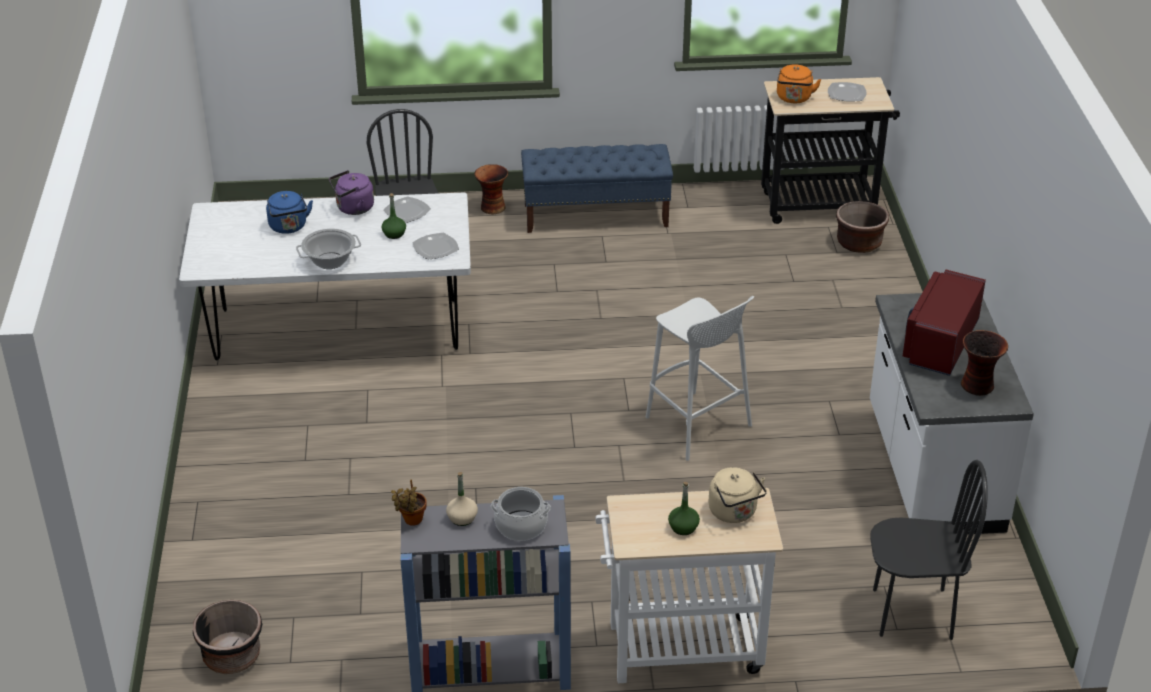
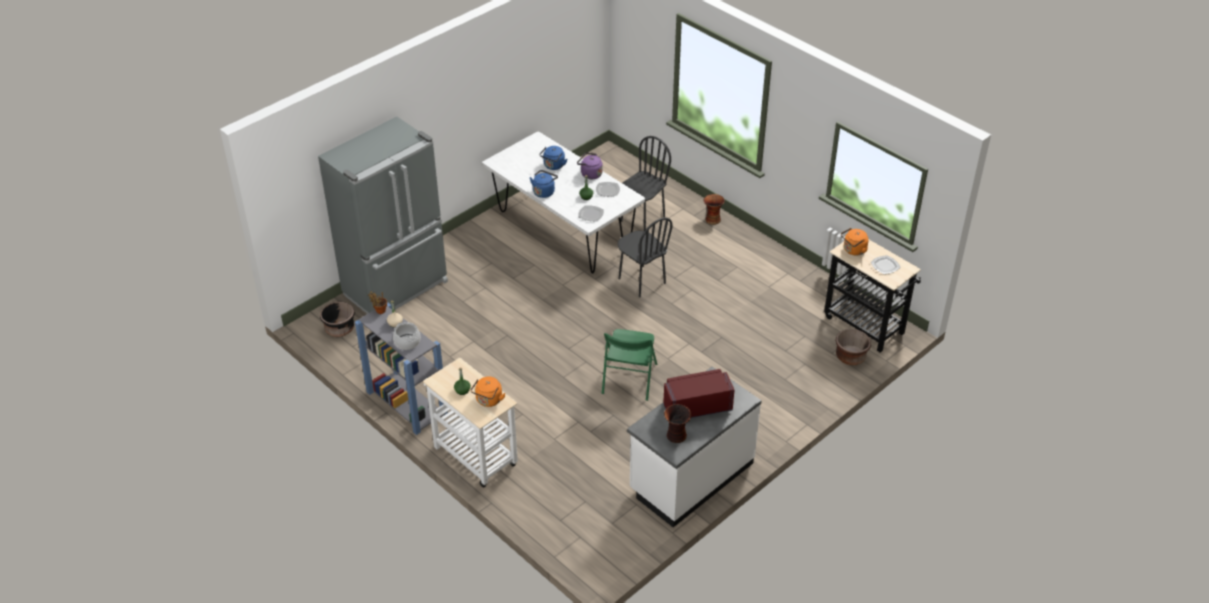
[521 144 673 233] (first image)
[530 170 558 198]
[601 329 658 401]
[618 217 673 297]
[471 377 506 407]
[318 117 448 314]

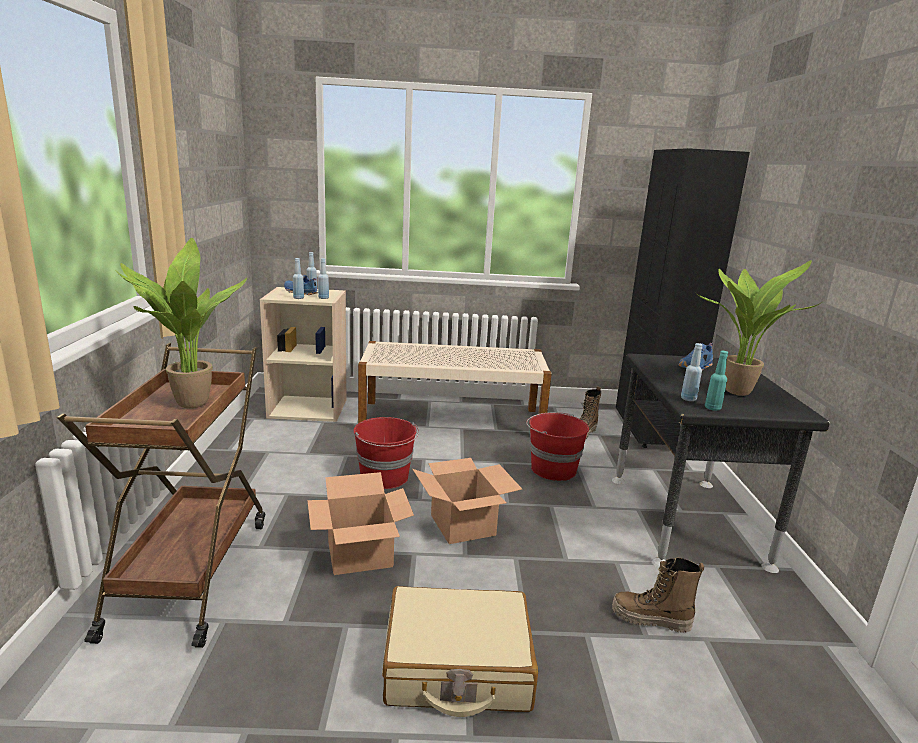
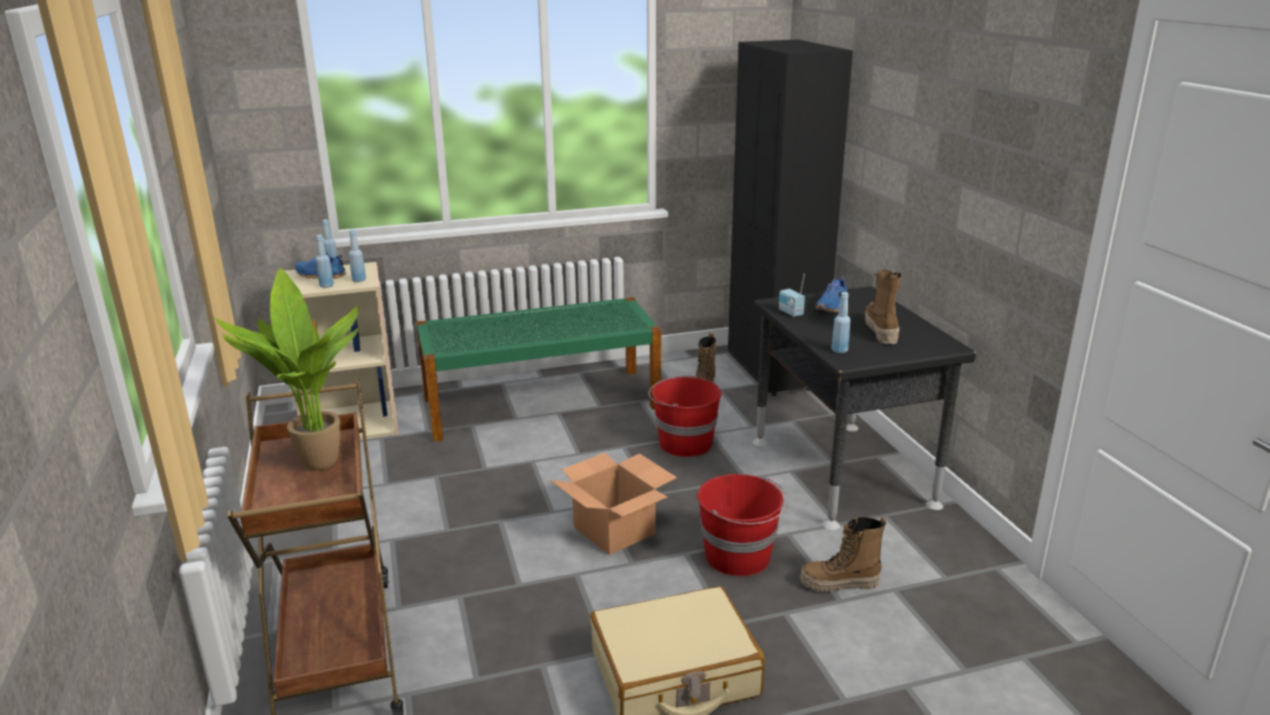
[865 270 902 344]
[416 297 661 442]
[705 351 728 411] (first image)
[697 474 788 576]
[307 472 414 575] (first image)
[779 273 805 317]

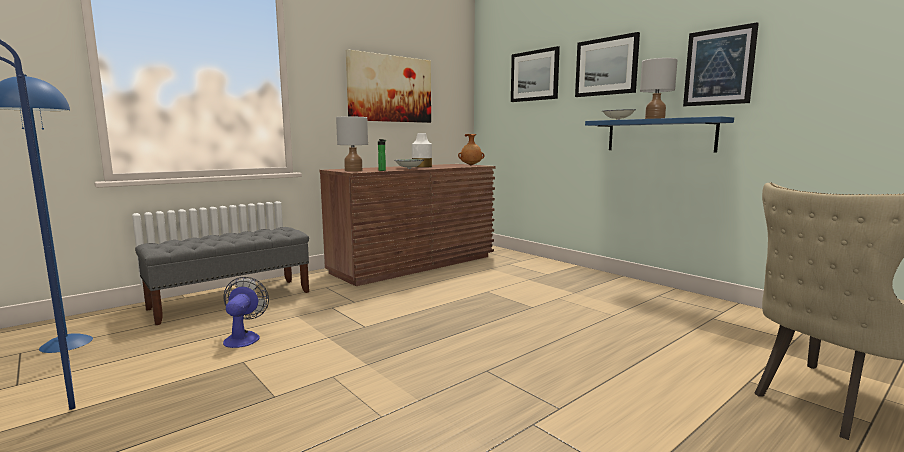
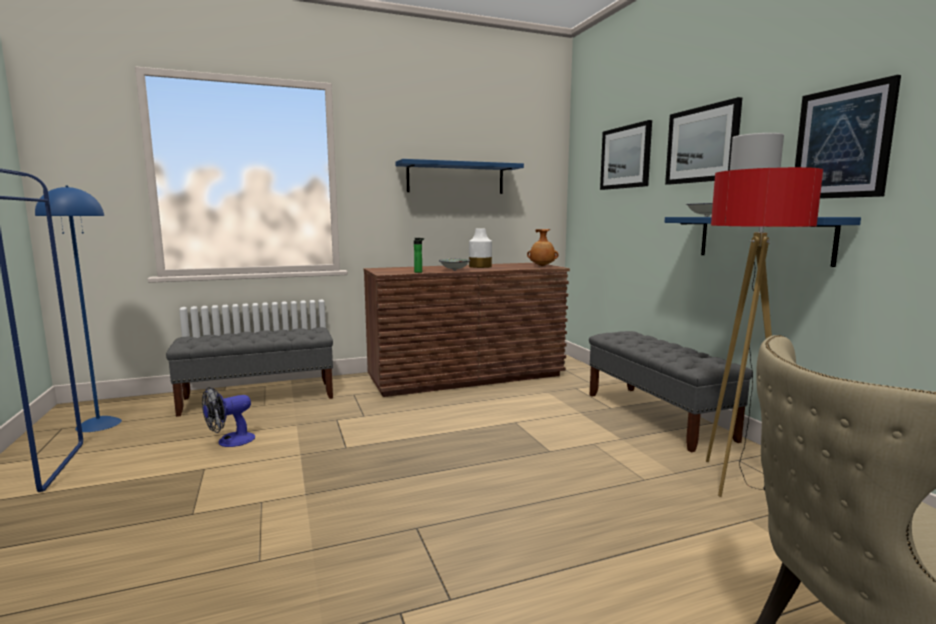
[395 159 524 194]
[336 116 368 171] (first image)
[202 387 255 447]
[706 167 823 497]
[589 331 752 452]

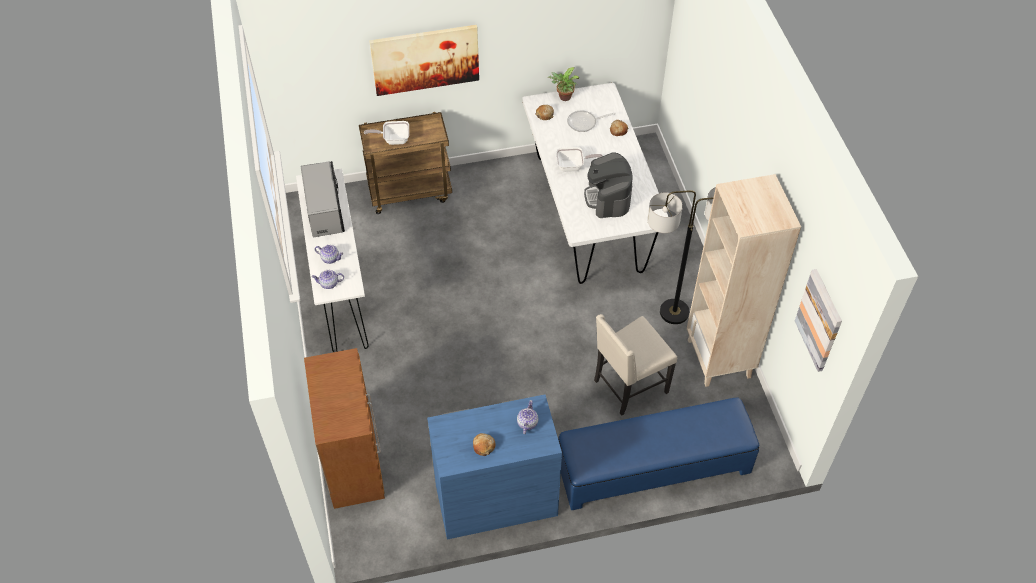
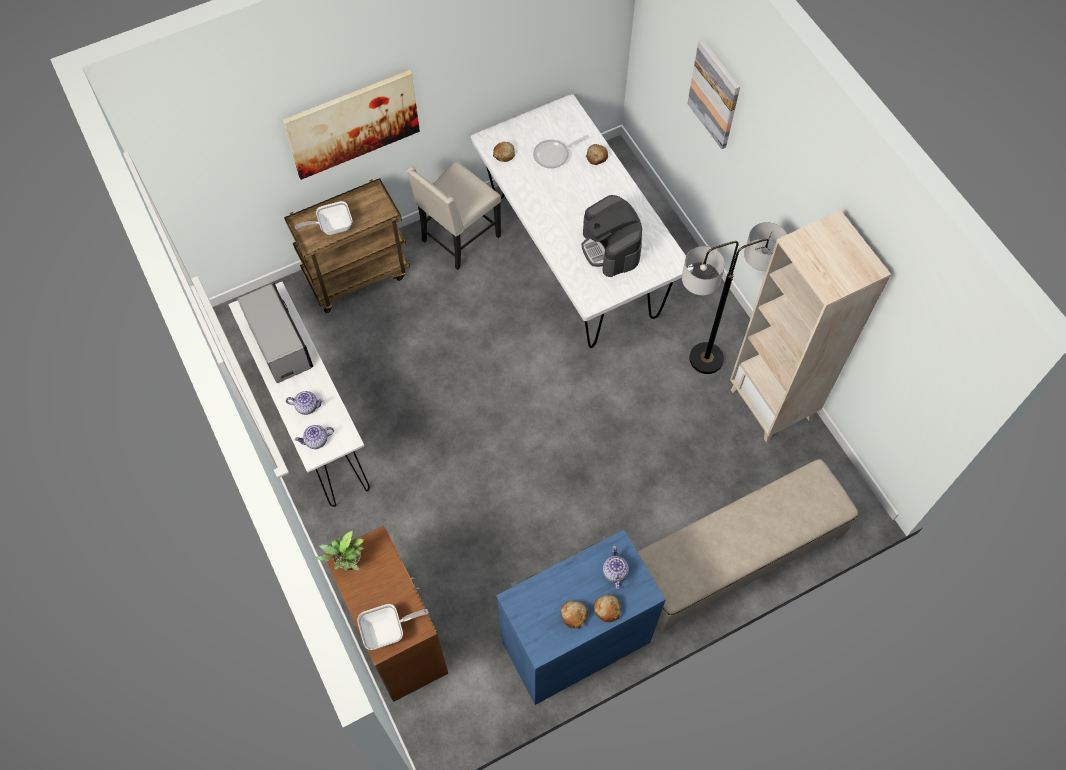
[315 530 364 572]
[357 604 429 650]
[687 40 740 149]
[406 161 501 270]
[638 459 858 632]
[593 595 621 622]

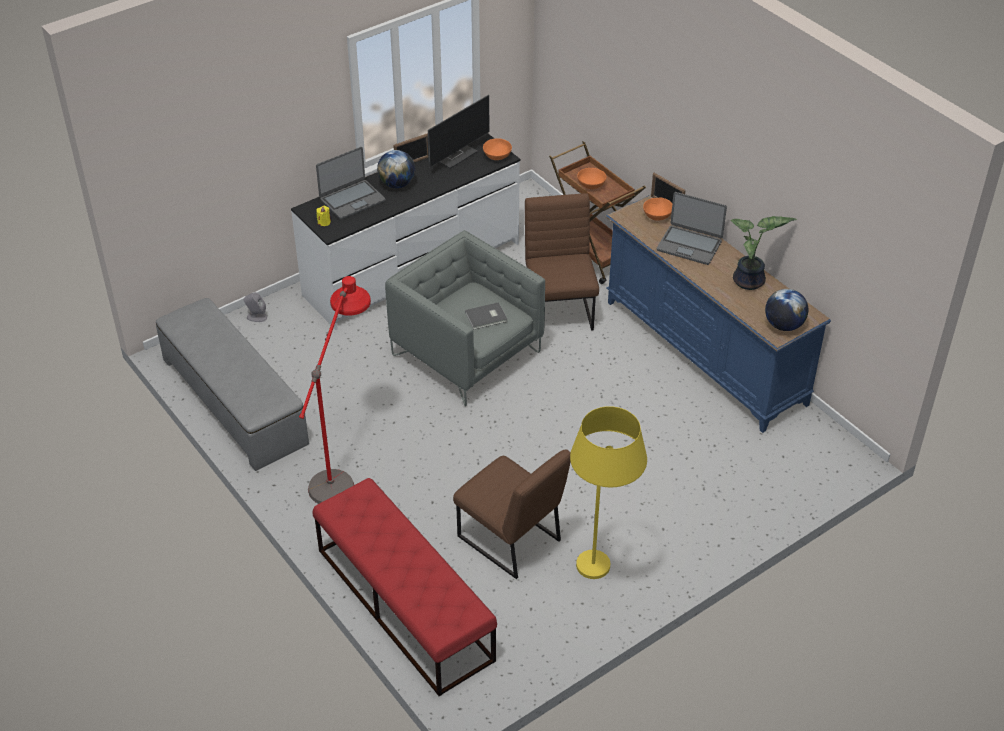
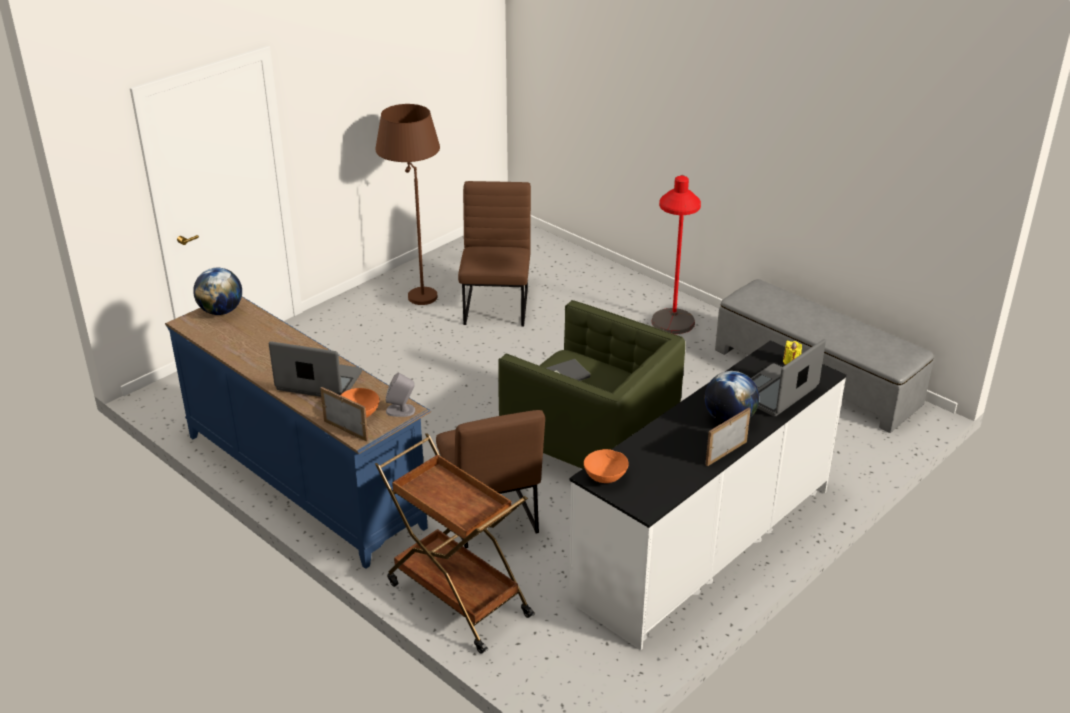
[428 95 489 168] (first image)
[577 168 606 189] (first image)
[730 216 797 290] (first image)
[498 300 685 469]
[386 373 415 417]
[375 104 440 305]
[458 181 531 327]
[313 478 497 696] (first image)

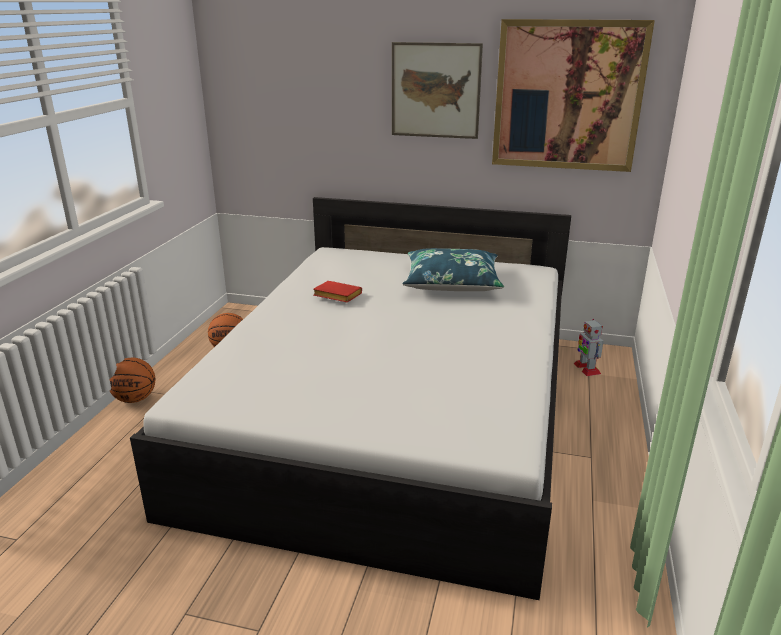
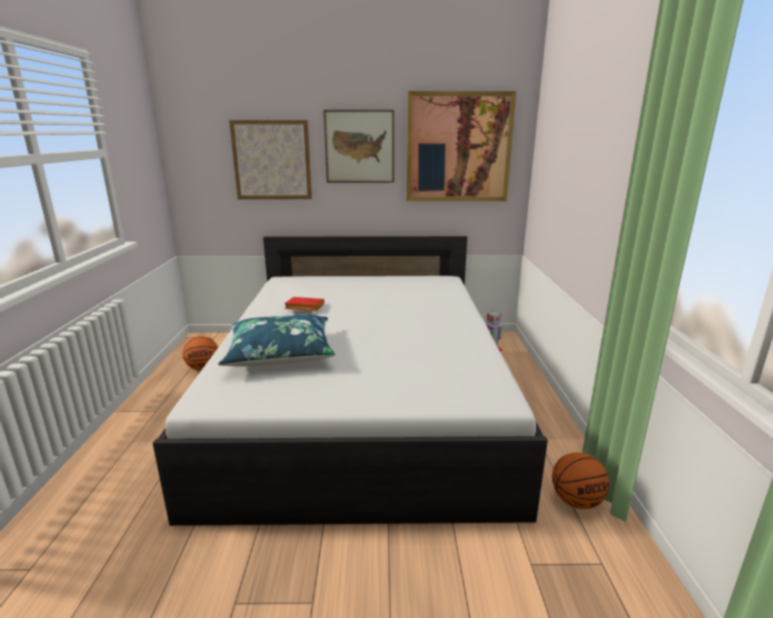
[218 315 335 367]
[552 452 610 509]
[229 118 312 199]

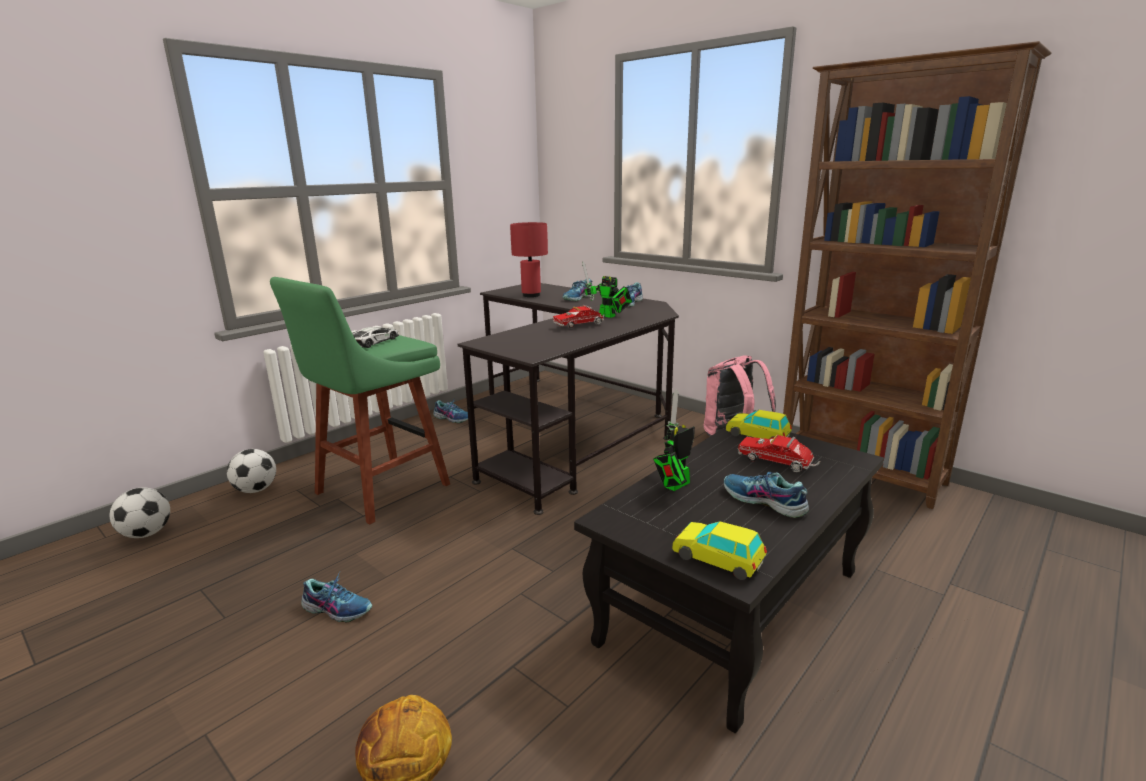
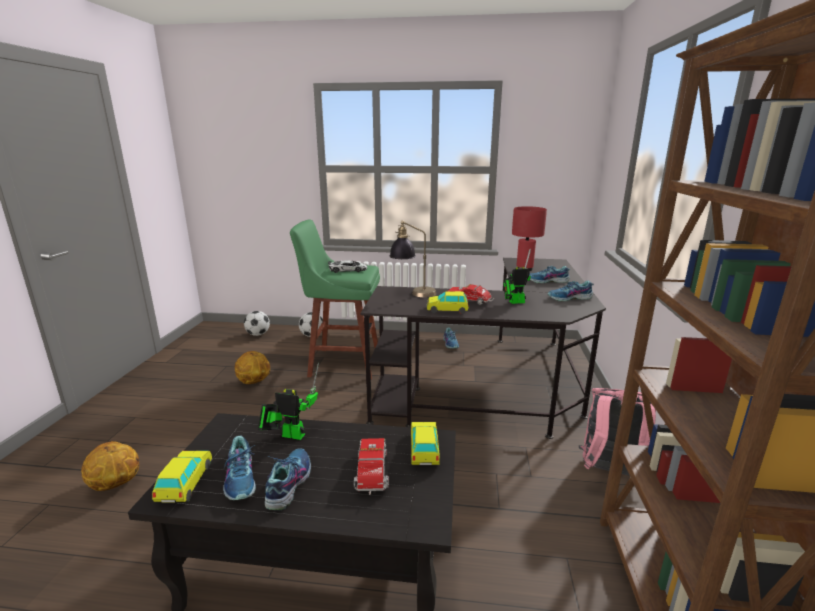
[503 249 531 304]
[223 436 256 500]
[390 220 437 297]
[427 291 469 314]
[235 351 270 384]

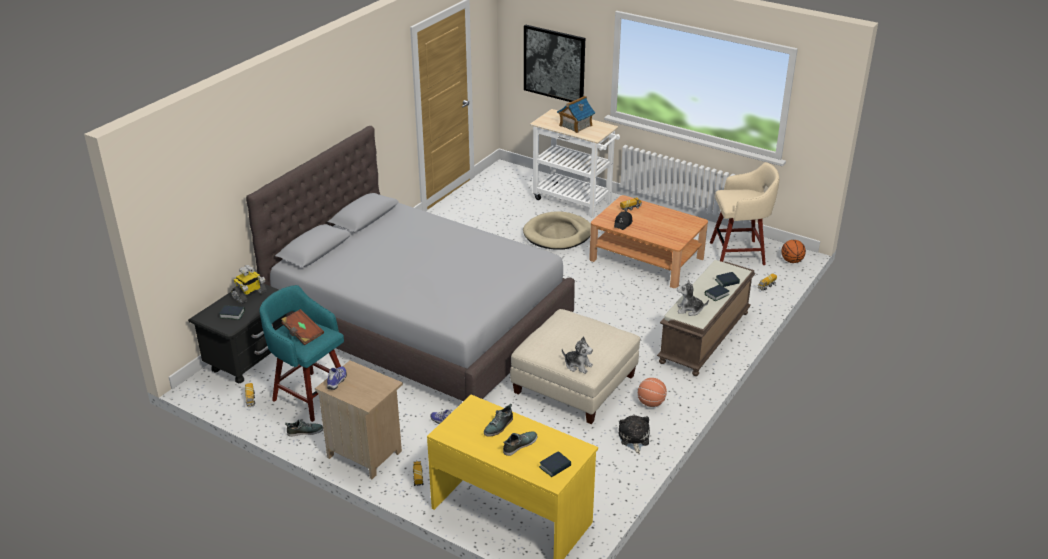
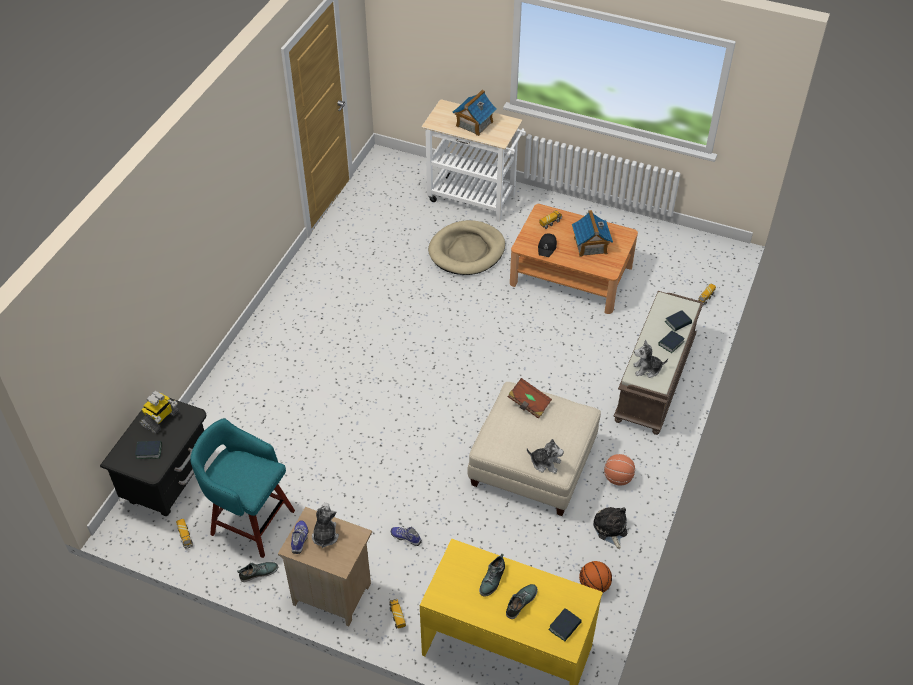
[524 25 585 102] (first image)
[246 126 575 401] (first image)
[710 162 779 265] (first image)
[579 561 612 593]
[508 378 552 419]
[572 210 613 257]
[312 503 339 548]

